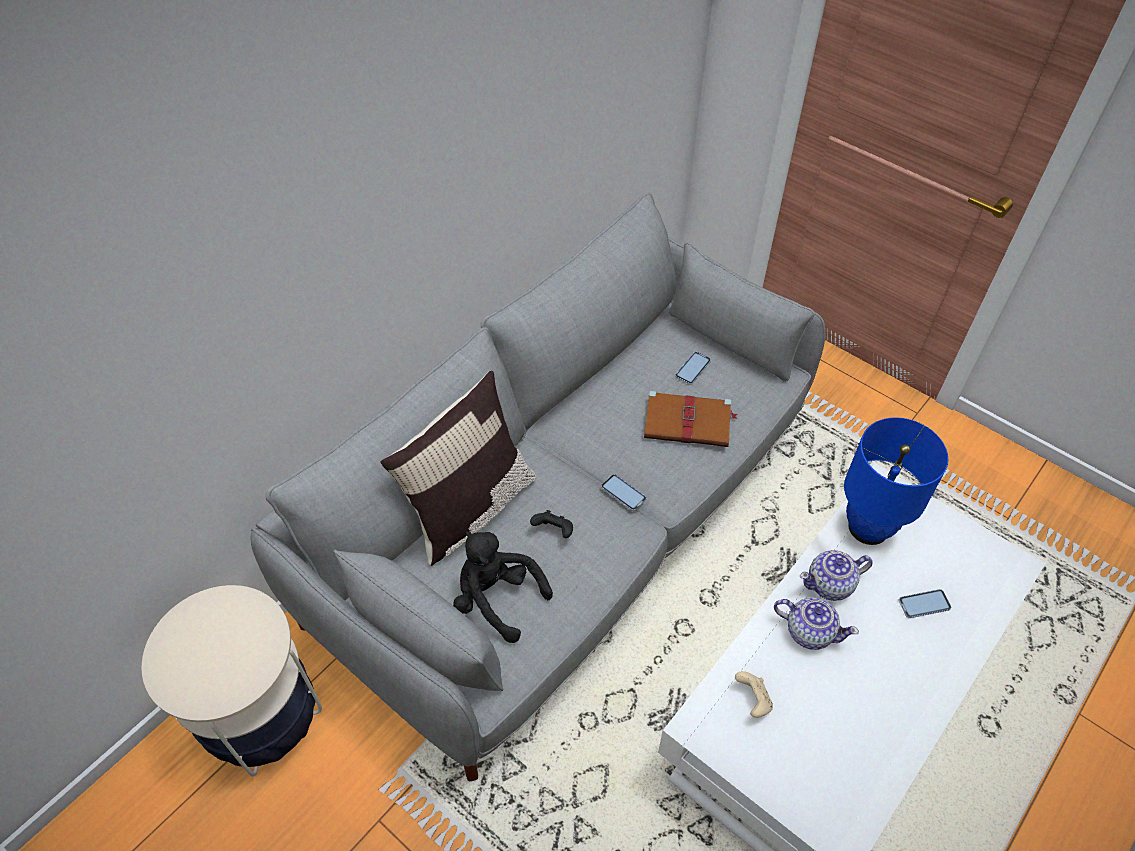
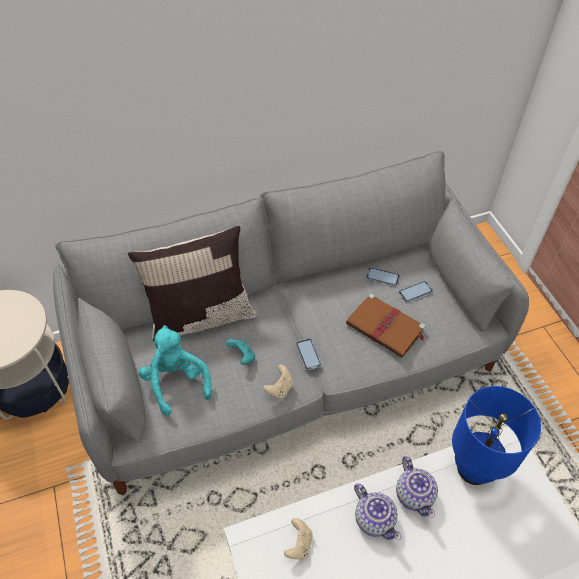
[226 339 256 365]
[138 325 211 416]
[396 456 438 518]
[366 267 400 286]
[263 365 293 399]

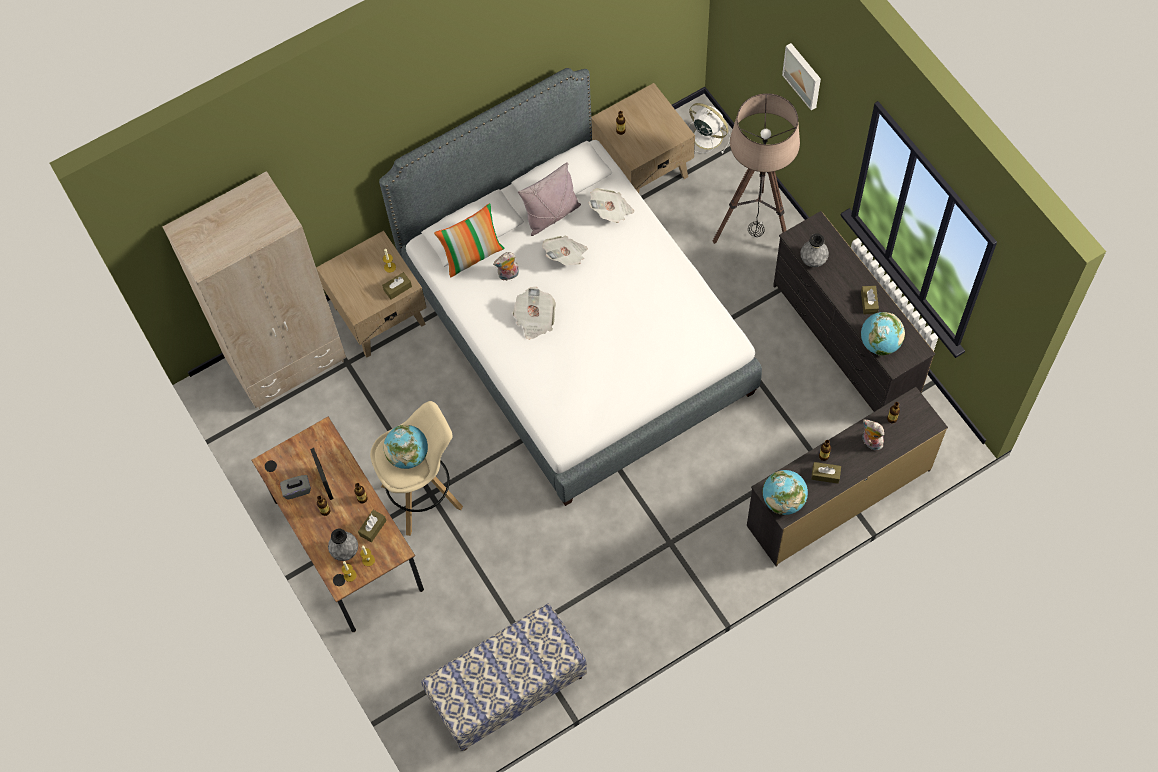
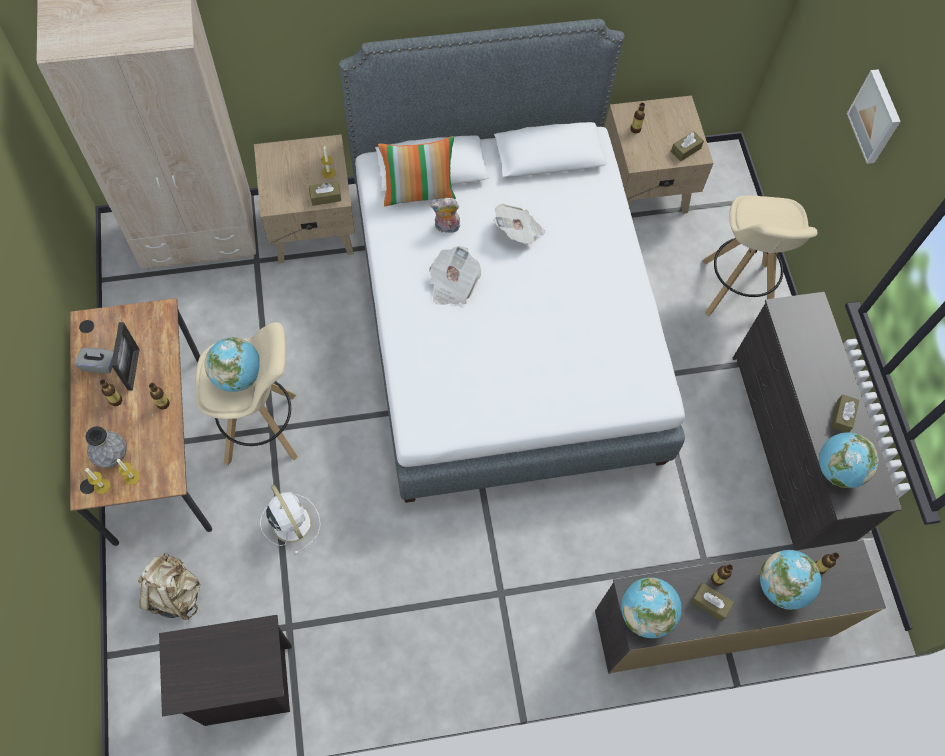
[702 196 817 316]
[260 485 321 554]
[518 162 581 236] (first image)
[588 188 634 223] (first image)
[800 233 829 267] (first image)
[760 550 821 610]
[671 131 704 161]
[159 615 292 726]
[138 553 201 620]

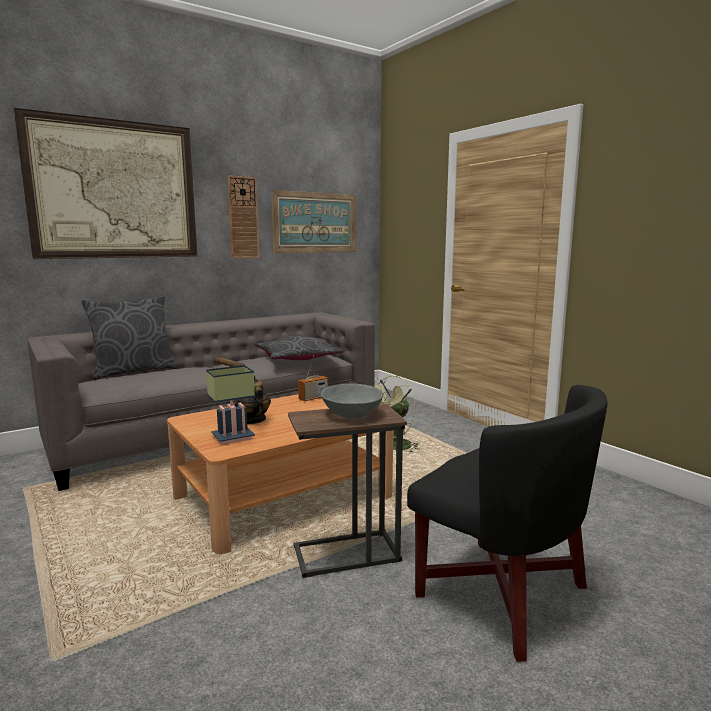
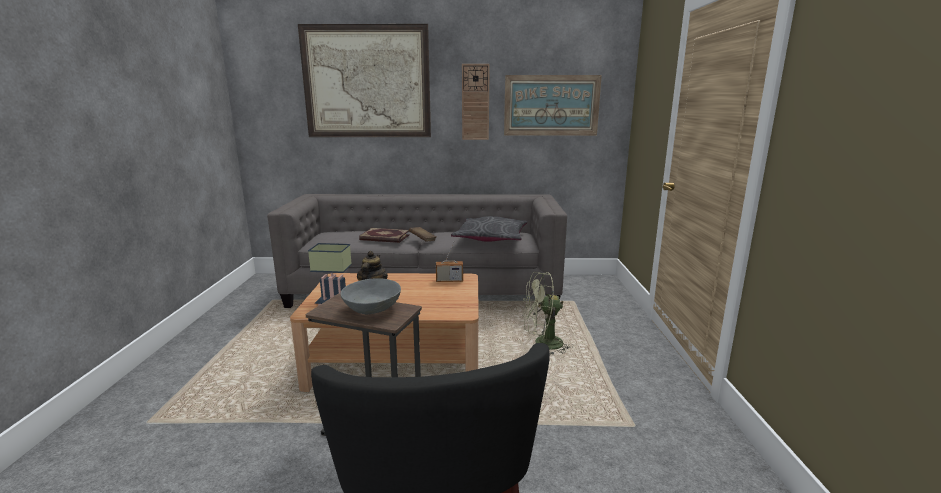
[81 295 177 379] (first image)
[359 228 409 243]

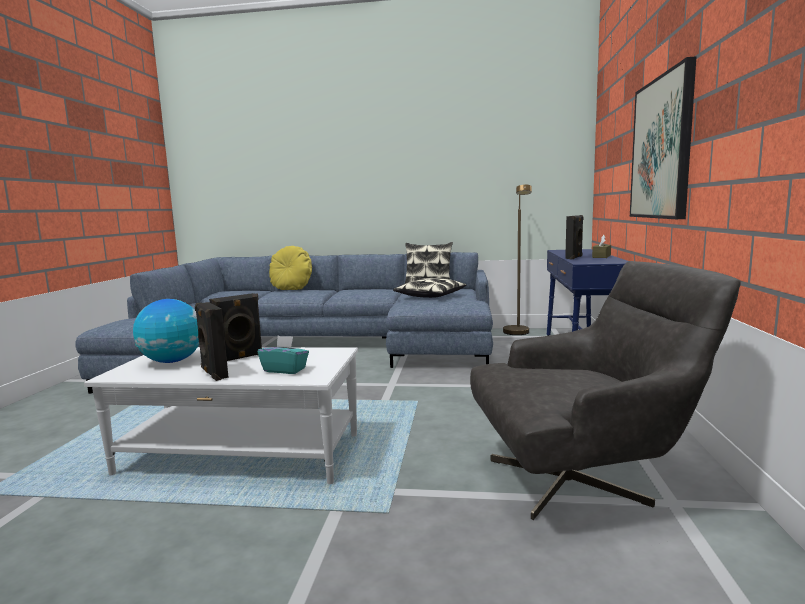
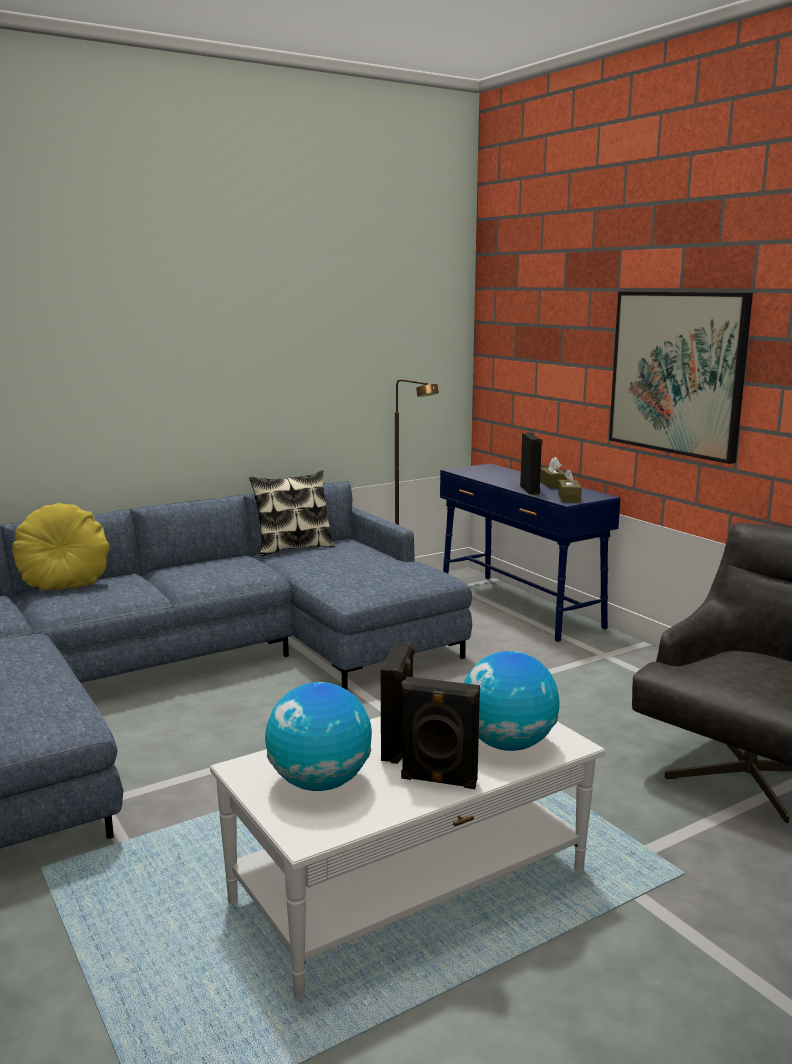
[393 278 466 298] (first image)
[464 651 560 751]
[558 469 582 503]

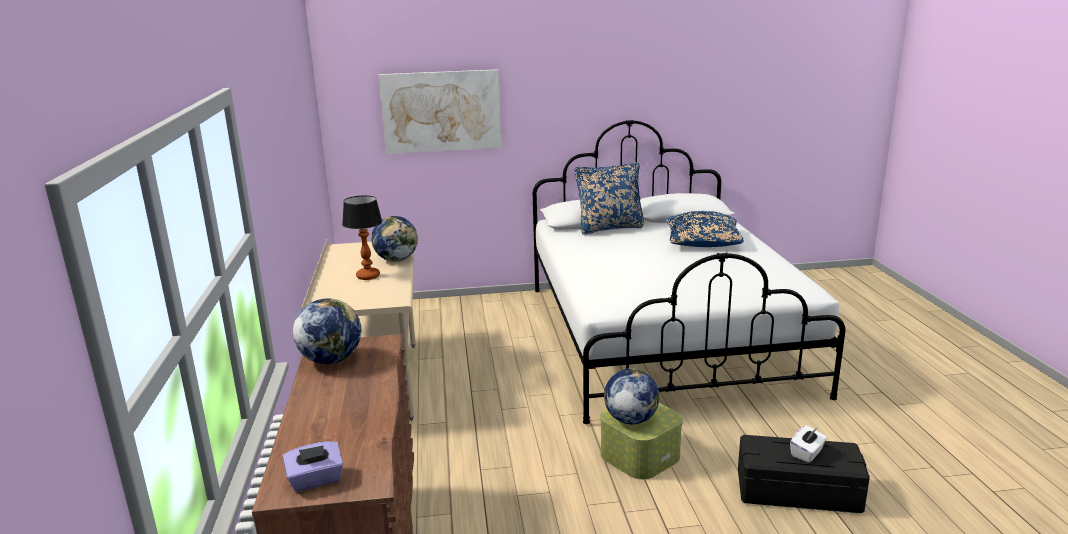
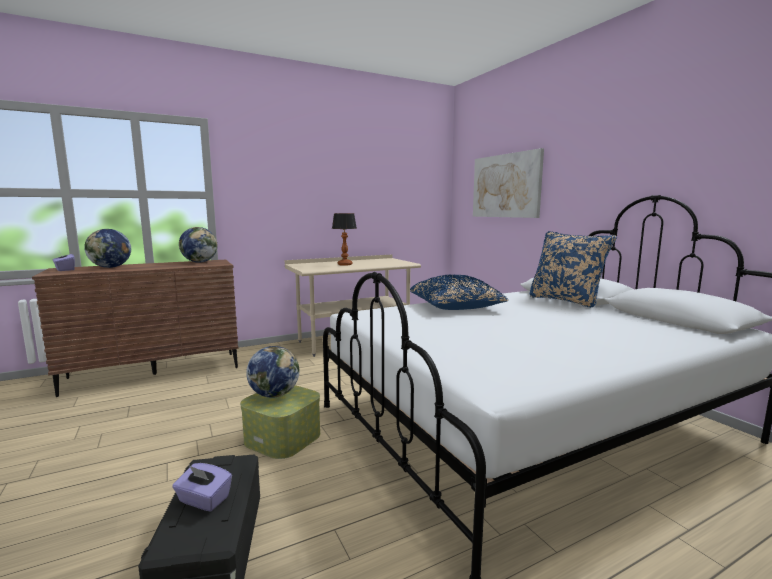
[410 275 508 310]
[84 229 131 268]
[172 463 232 512]

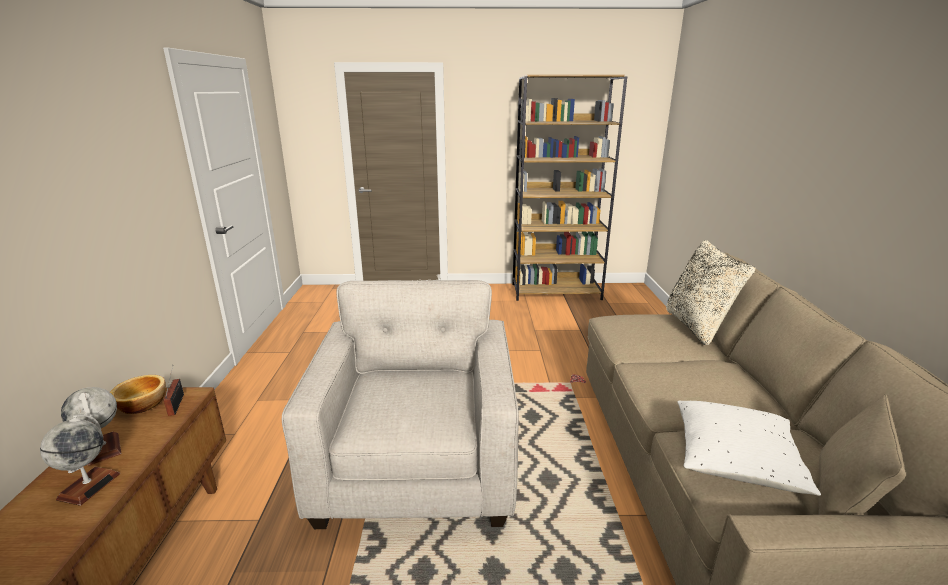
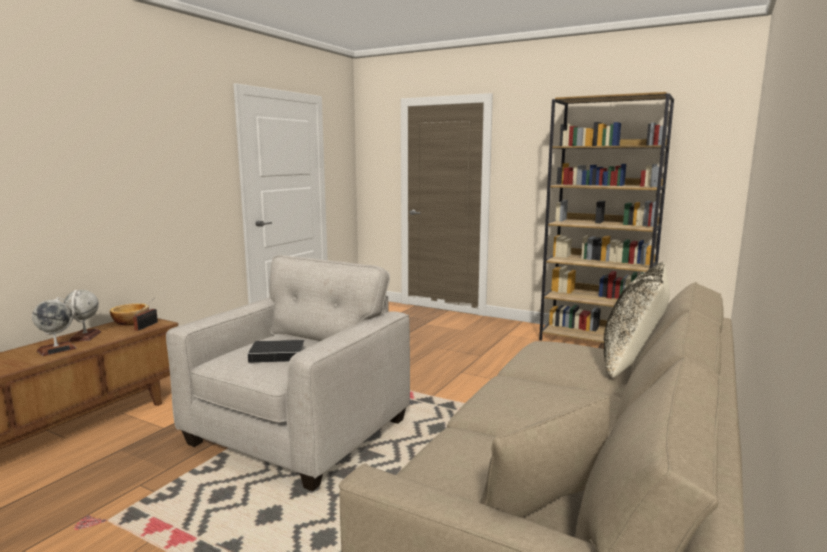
[677 400 821 496] (first image)
[248 340 305 363]

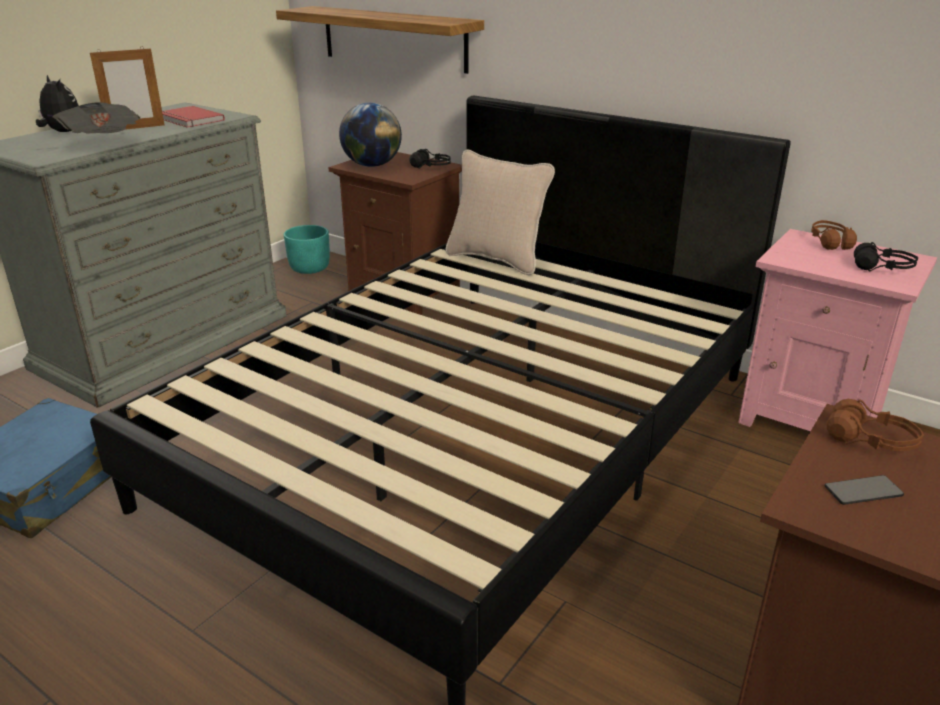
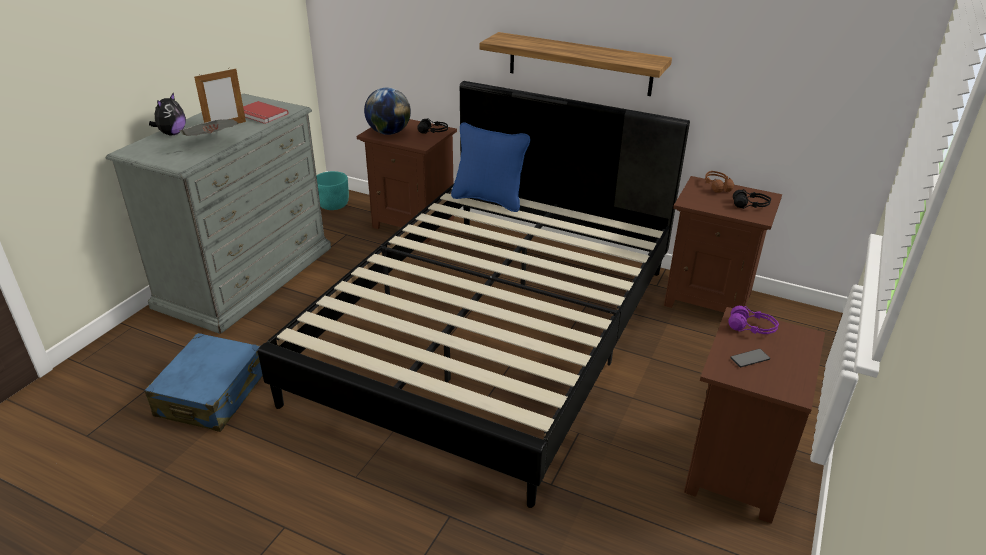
[480 32 672 96]
[149 92 186 135]
[451 122 530 212]
[664 176 782 313]
[728 306 779 334]

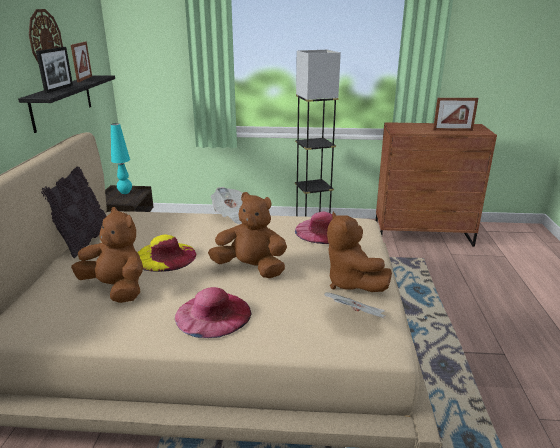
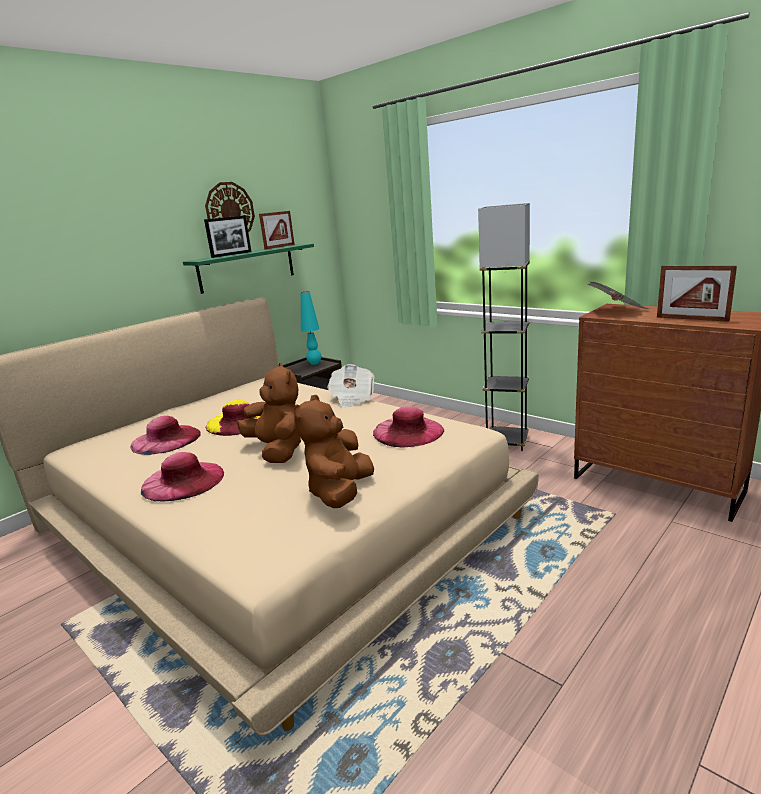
[183 244 314 294]
[41 167 107 258] (first image)
[131 416 201 455]
[588 282 649 309]

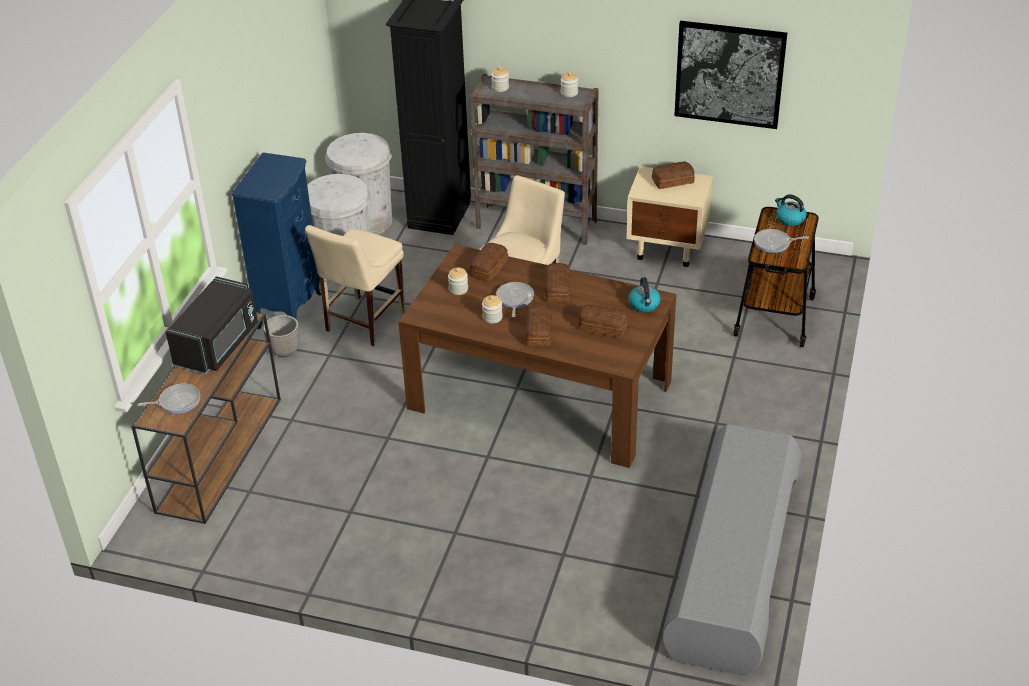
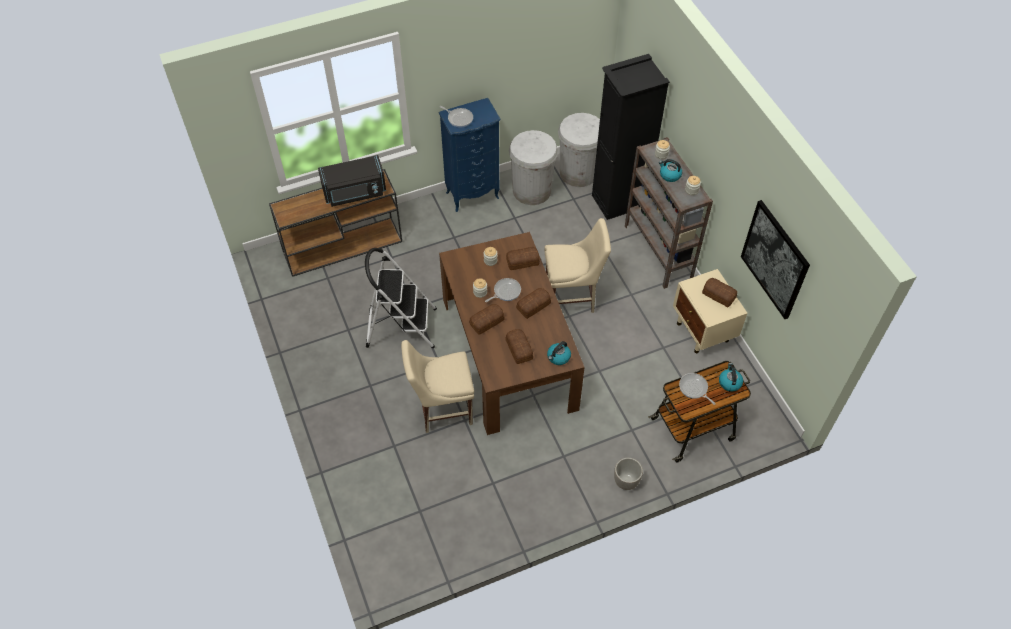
[401 340 474 433]
[614 458 643 490]
[440 106 473 128]
[662 424 801 676] (first image)
[659 159 682 182]
[365 248 437 348]

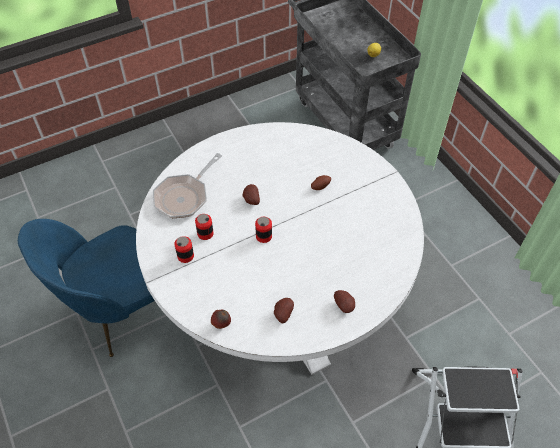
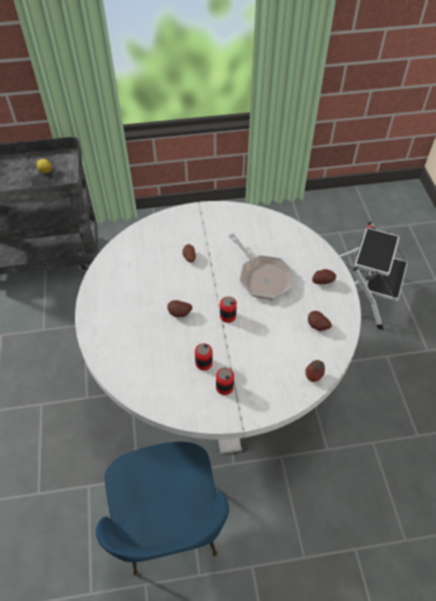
[228 234 294 299]

